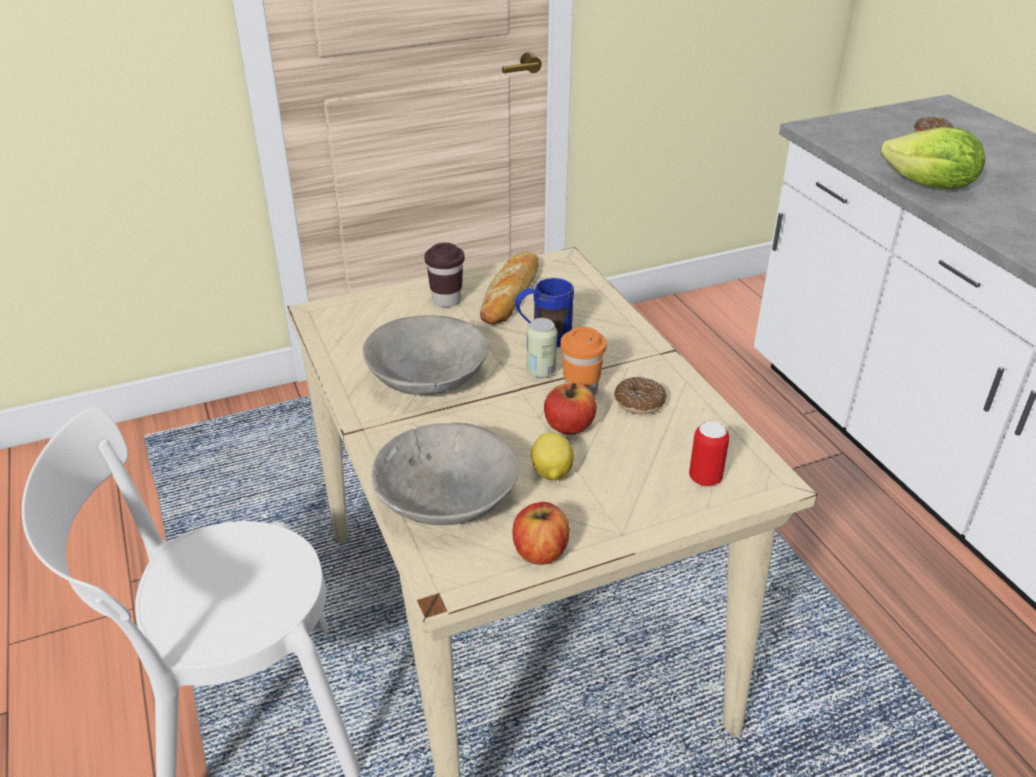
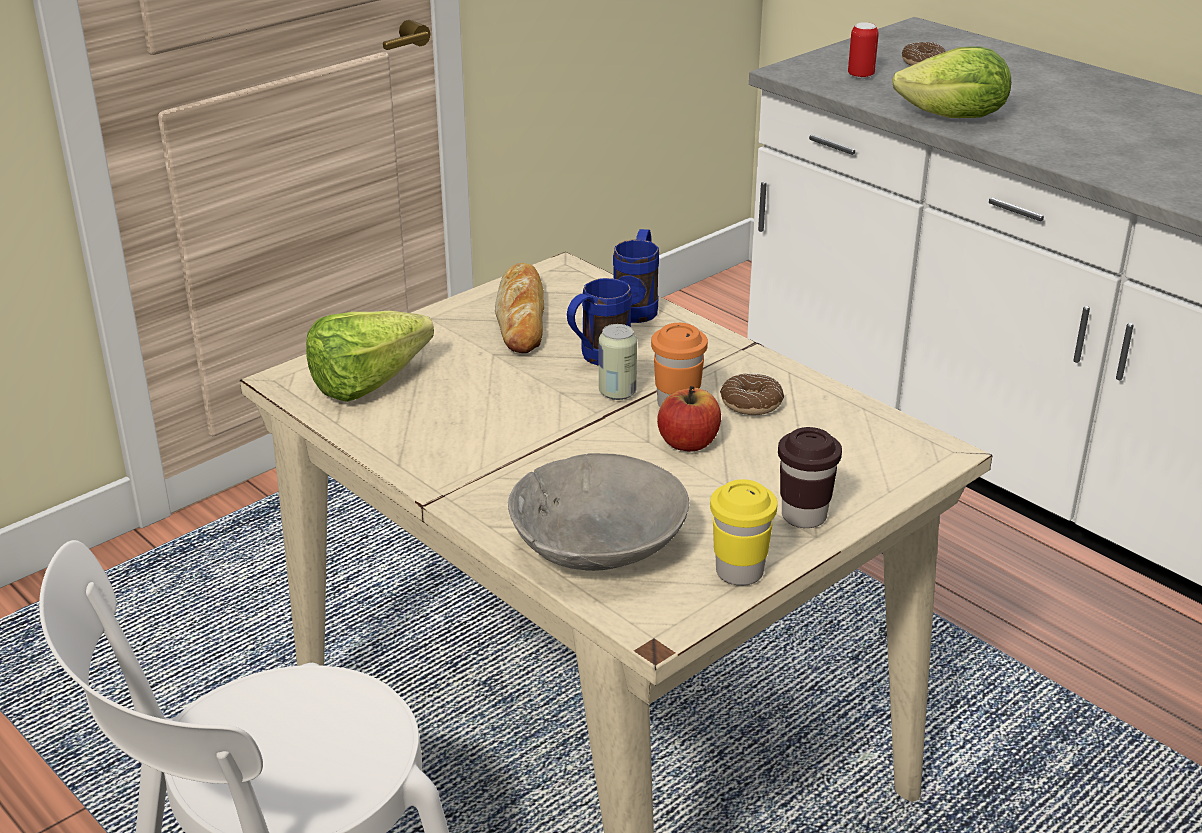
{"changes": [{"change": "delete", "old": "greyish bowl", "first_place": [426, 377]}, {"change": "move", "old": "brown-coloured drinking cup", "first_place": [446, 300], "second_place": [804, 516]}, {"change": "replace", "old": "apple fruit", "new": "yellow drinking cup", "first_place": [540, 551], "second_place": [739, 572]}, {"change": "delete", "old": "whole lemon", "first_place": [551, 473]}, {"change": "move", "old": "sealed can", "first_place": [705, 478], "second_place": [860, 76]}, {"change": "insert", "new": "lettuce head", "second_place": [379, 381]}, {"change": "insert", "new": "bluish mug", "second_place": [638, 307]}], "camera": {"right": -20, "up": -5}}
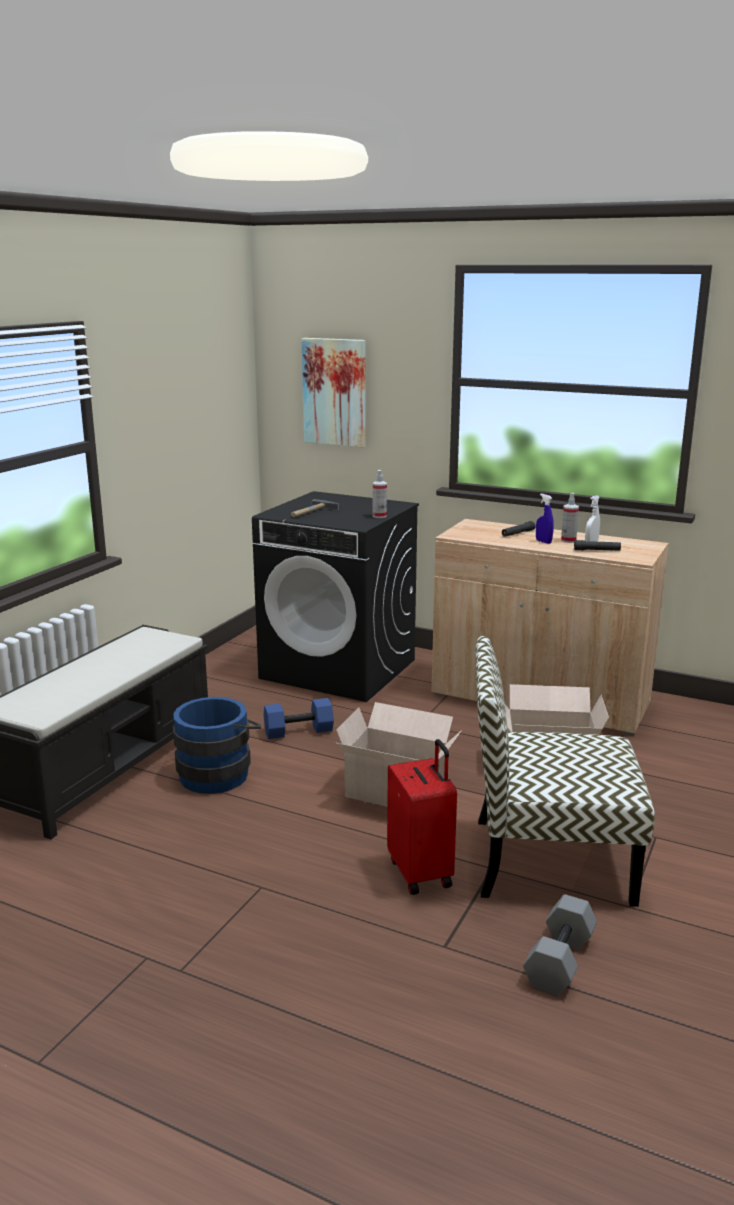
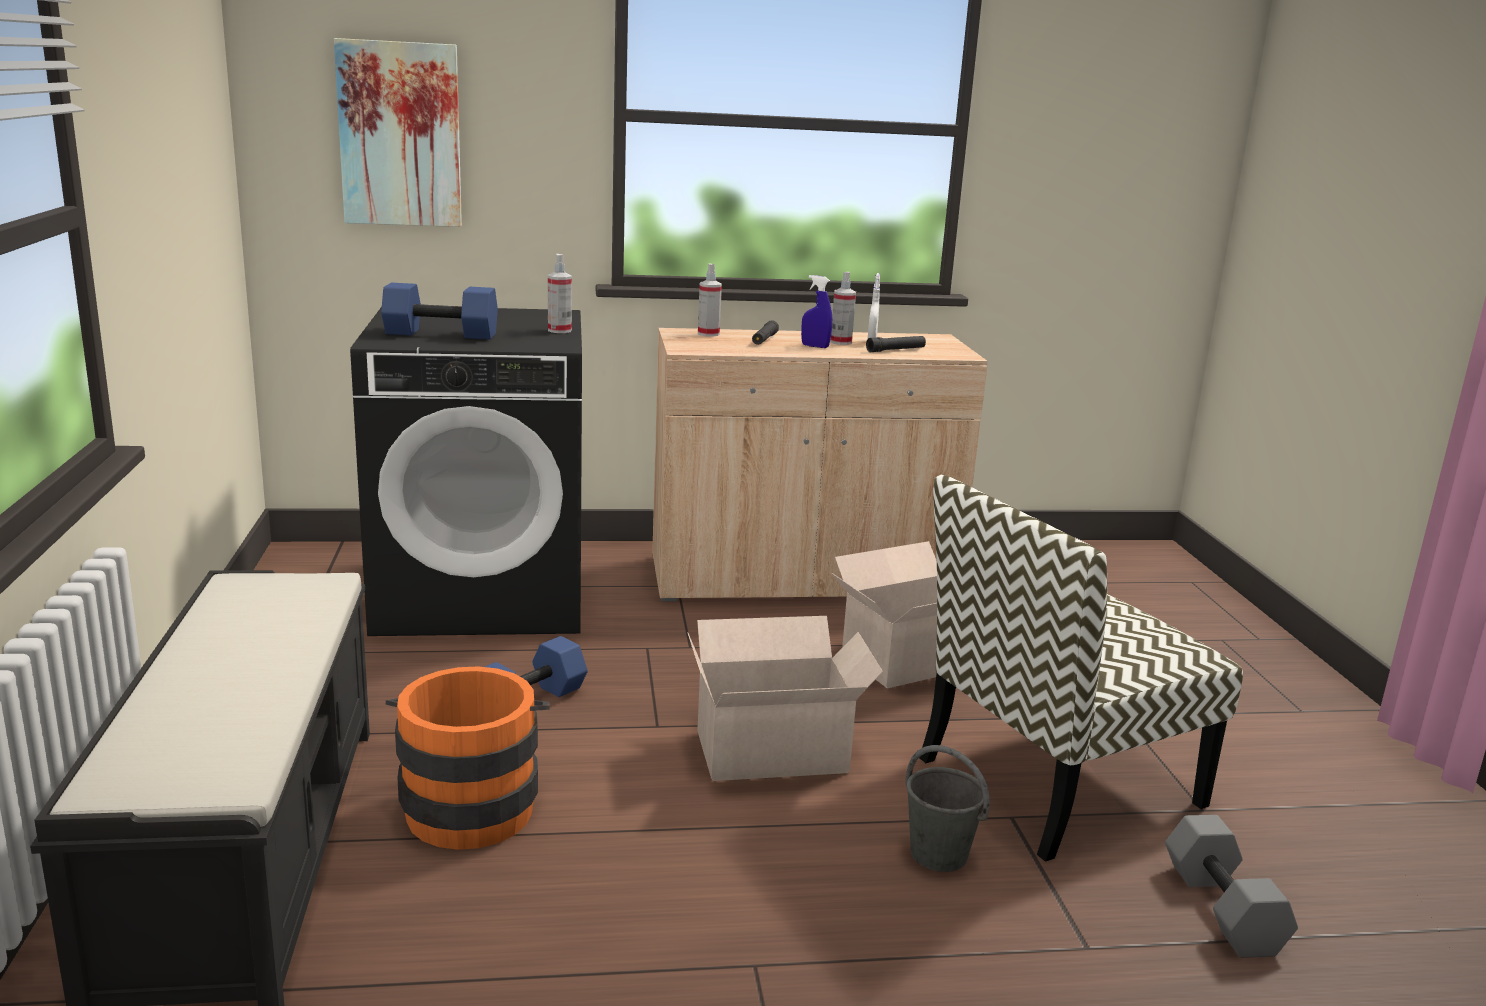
{"changes": [{"change": "recolor", "old": "bluish bucket", "new": "orange-coloured bucket", "first_place": [218, 772], "second_place": [471, 804]}, {"change": "replace", "old": "hand hammer", "new": "bluish free weight", "first_place": [311, 512], "second_place": [442, 334]}, {"change": "replace", "old": "red travel case", "new": "greyish bucket", "first_place": [422, 872], "second_place": [939, 855]}, {"change": "insert", "new": "hand sprayer", "second_place": [708, 334]}], "camera": {"right": -35, "up": 0}}
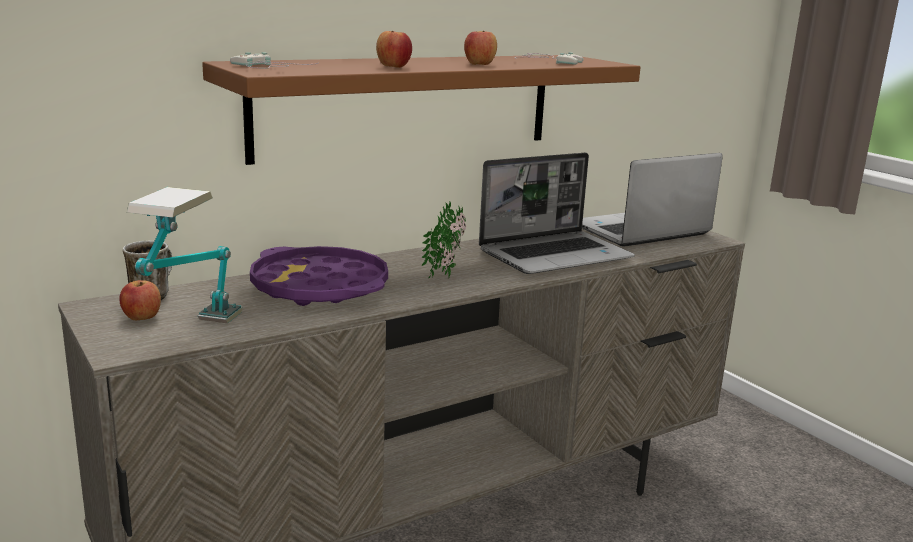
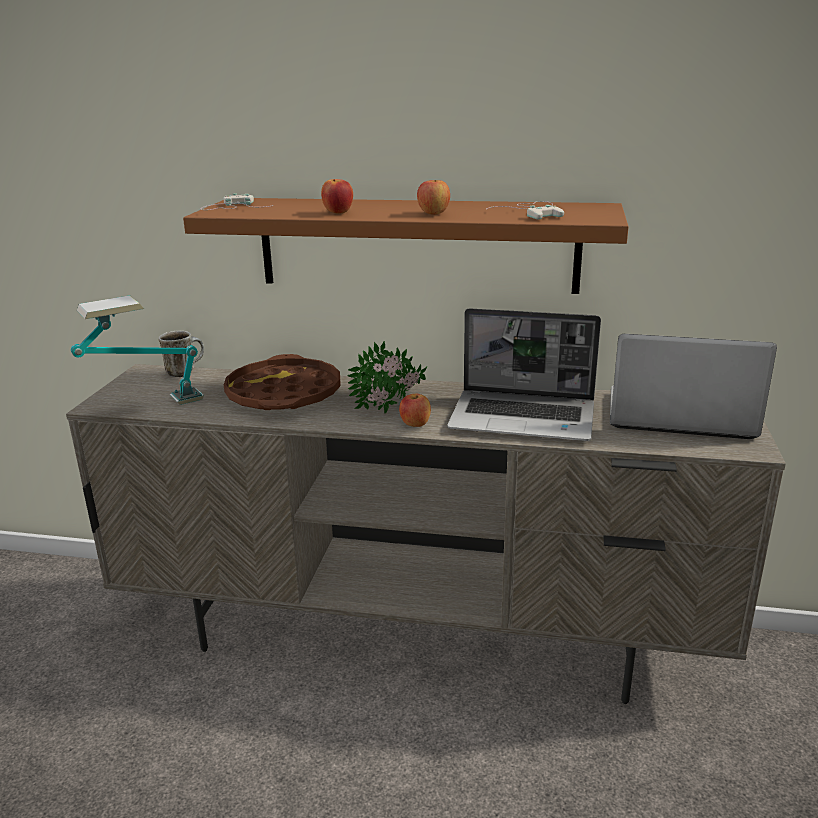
{"changes": [{"change": "move", "old": "apple fruit", "first_place": [141, 318], "second_place": [415, 424]}, {"change": "recolor", "old": "purplish tray", "new": "brown-coloured tray", "first_place": [319, 287], "second_place": [283, 394]}], "camera": {"right": 45, "up": 5}}
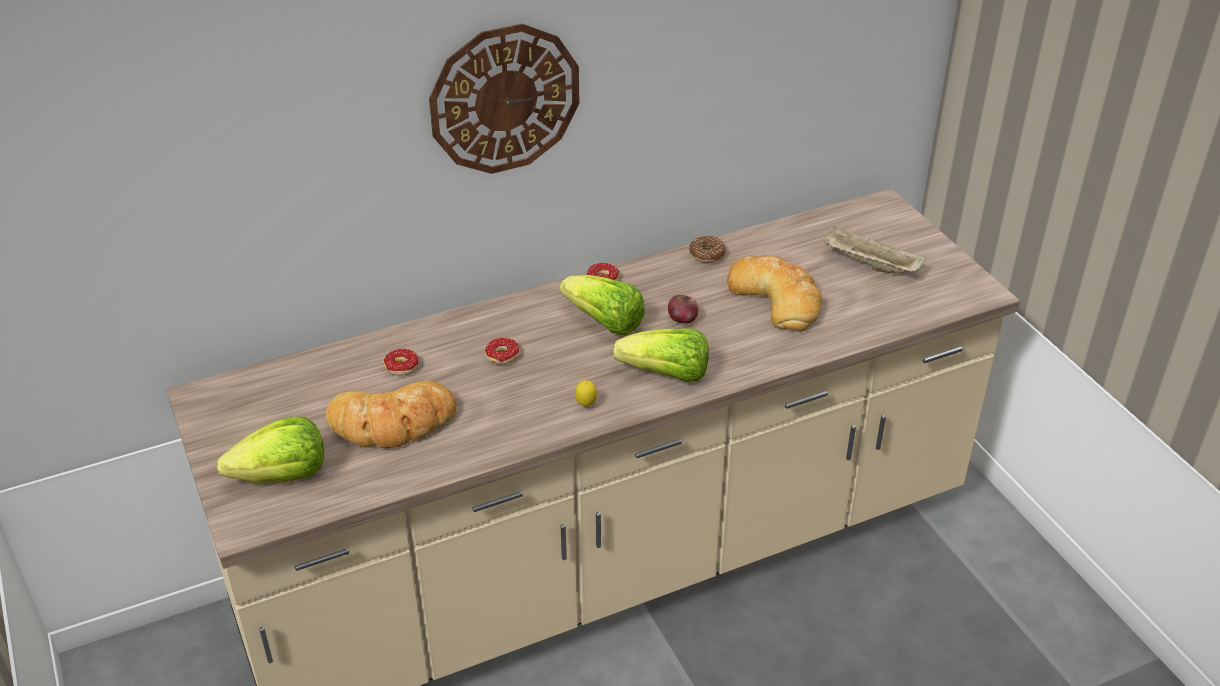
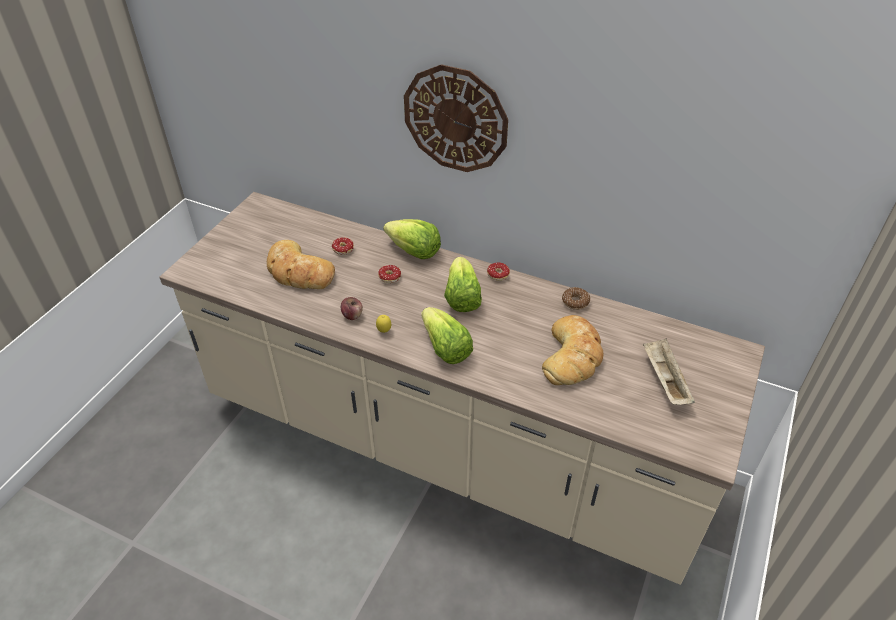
{"changes": [{"change": "move", "old": "lettuce head", "first_place": [282, 476], "second_place": [413, 251]}, {"change": "move", "old": "apple fruit", "first_place": [682, 319], "second_place": [352, 315]}], "camera": {"right": 50, "up": 5}}
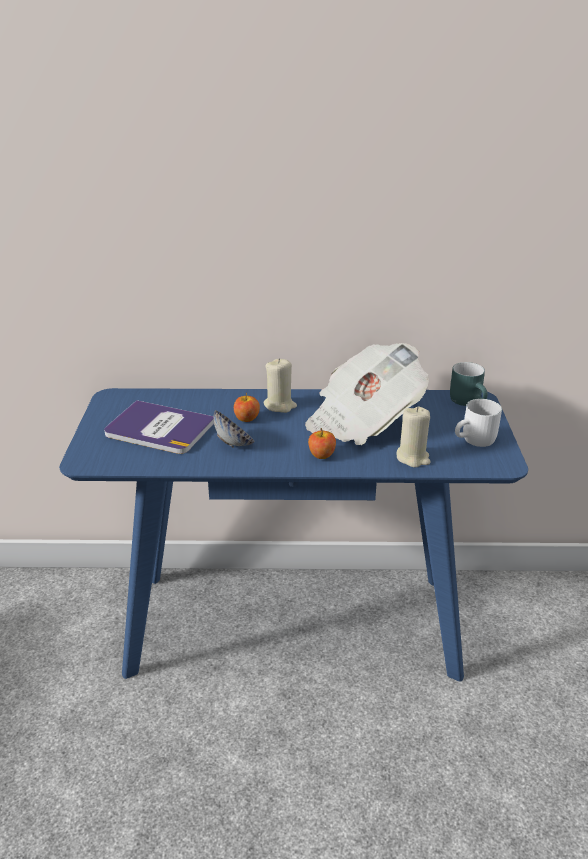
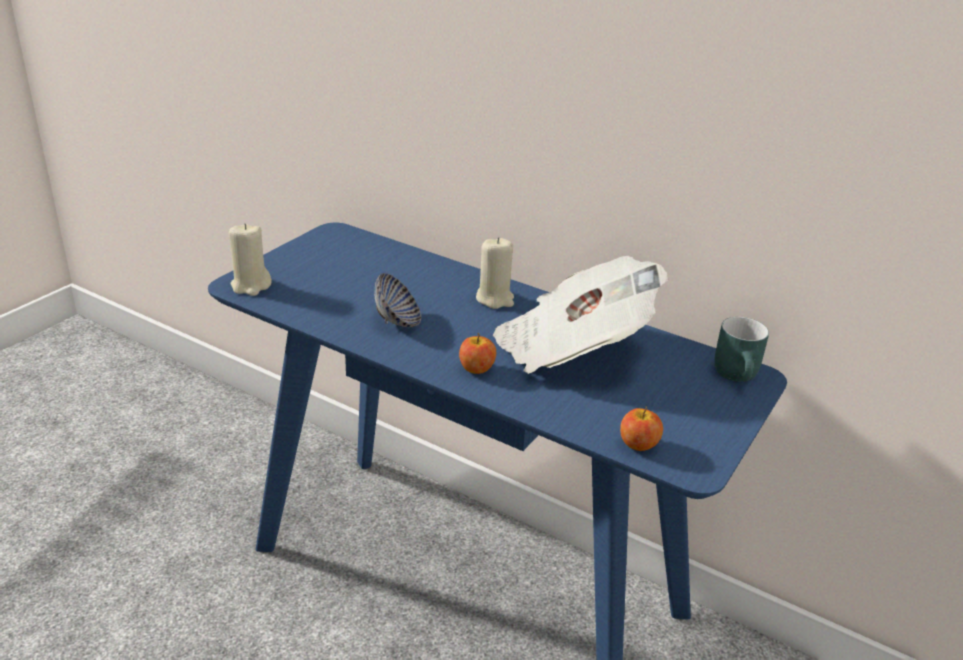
{"changes": [{"change": "delete", "old": "volume", "first_place": [159, 429]}, {"change": "move", "old": "apple fruit", "first_place": [247, 419], "second_place": [638, 444]}, {"change": "move", "old": "beige wax light", "first_place": [413, 458], "second_place": [251, 285]}, {"change": "delete", "old": "white-coloured mug", "first_place": [476, 442]}], "camera": {"right": 30, "up": 0}}
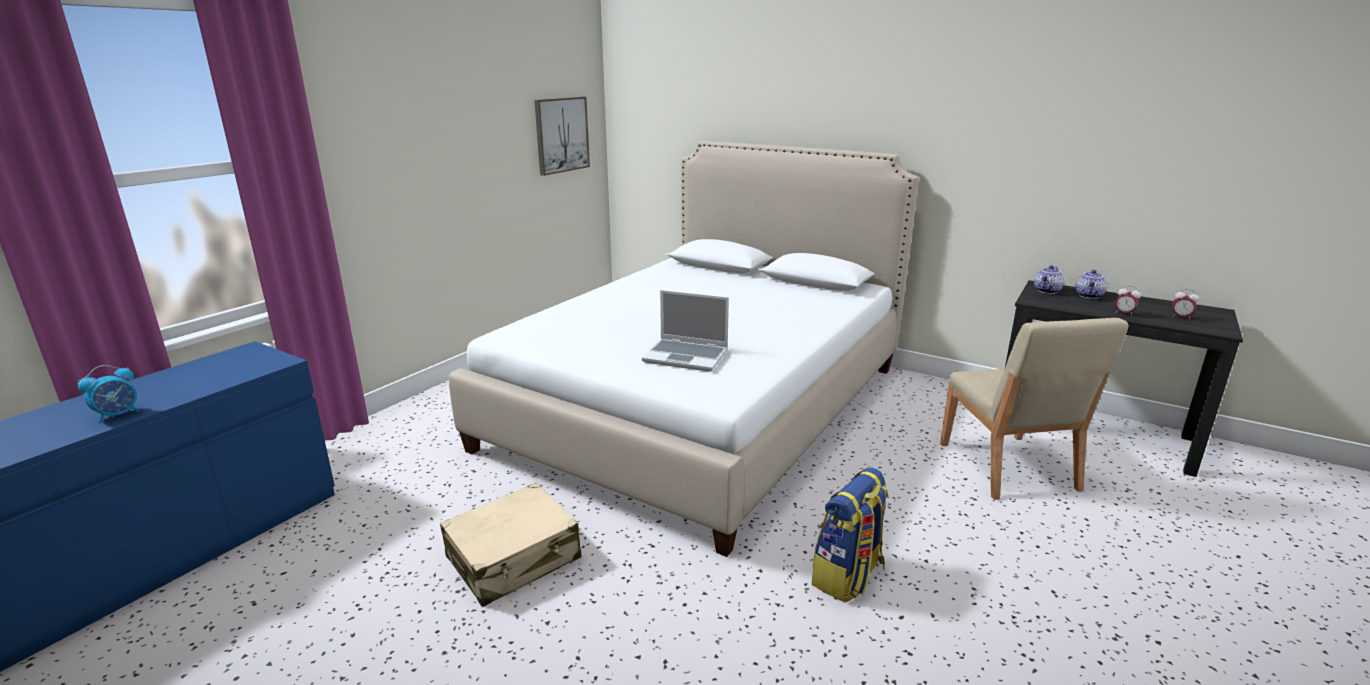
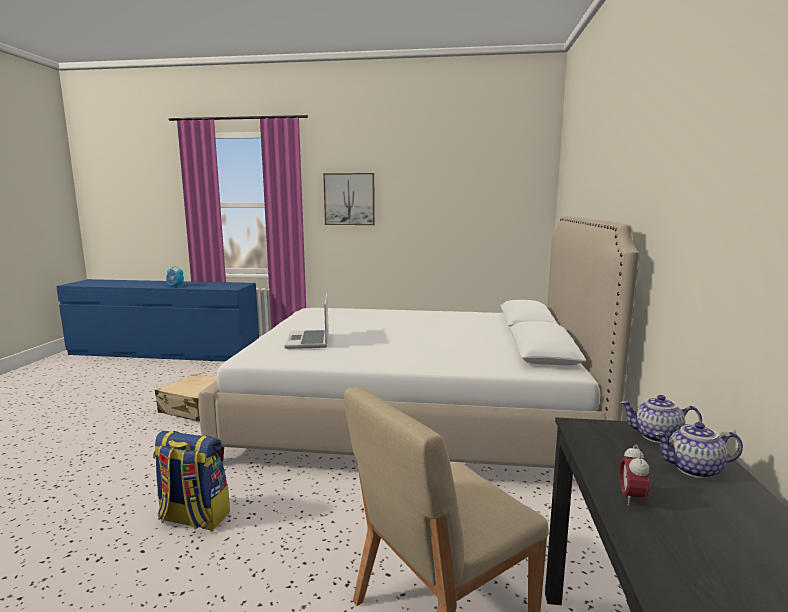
{"changes": [{"change": "move", "old": "picture", "first_place": [561, 135], "second_place": [349, 199]}, {"change": "delete", "old": "bedside clock", "first_place": [1180, 317]}], "camera": {"right": 65, "up": -10}}
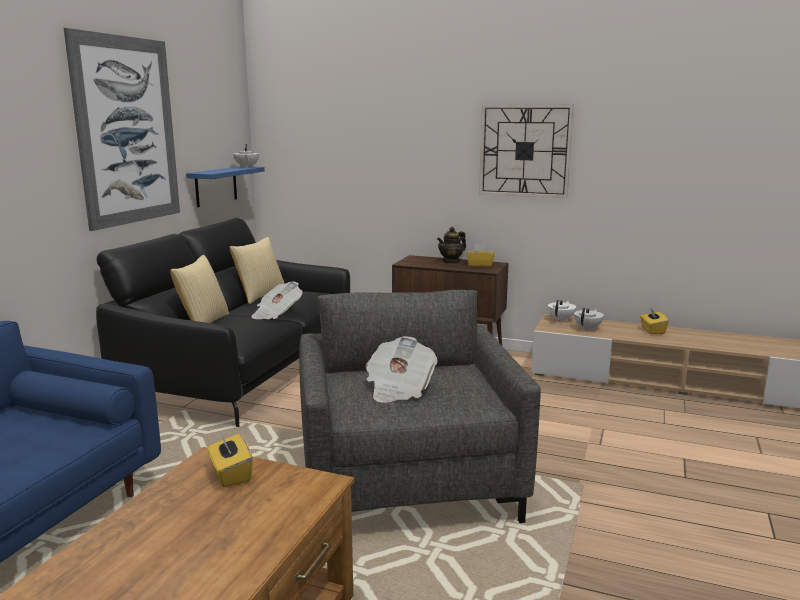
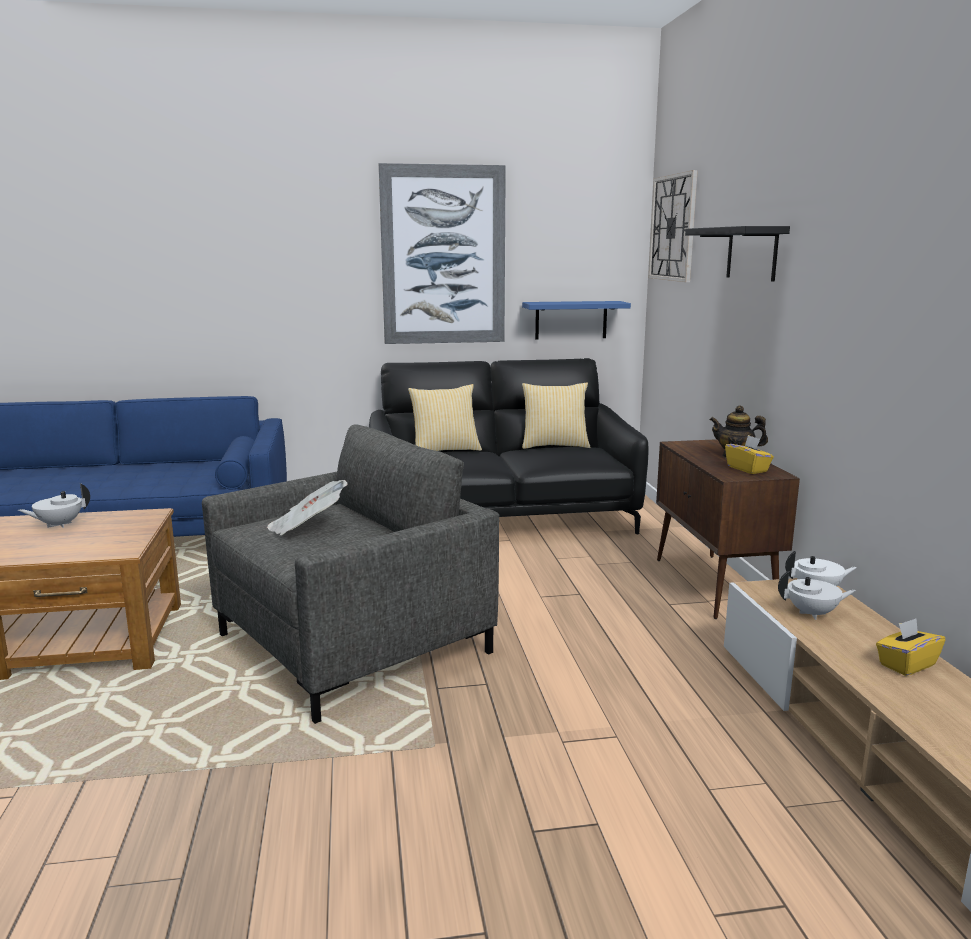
{"changes": [{"change": "delete", "old": "yellow tissue holder", "first_place": [230, 475]}, {"change": "move", "old": "white-coloured teapot", "first_place": [246, 167], "second_place": [59, 525]}, {"change": "delete", "old": "daily paper", "first_place": [277, 314]}, {"change": "move", "old": "hanging clock", "first_place": [524, 151], "second_place": [673, 228]}, {"change": "insert", "new": "blackish wall shelf", "second_place": [752, 253]}], "camera": {"right": 60, "up": 0}}
